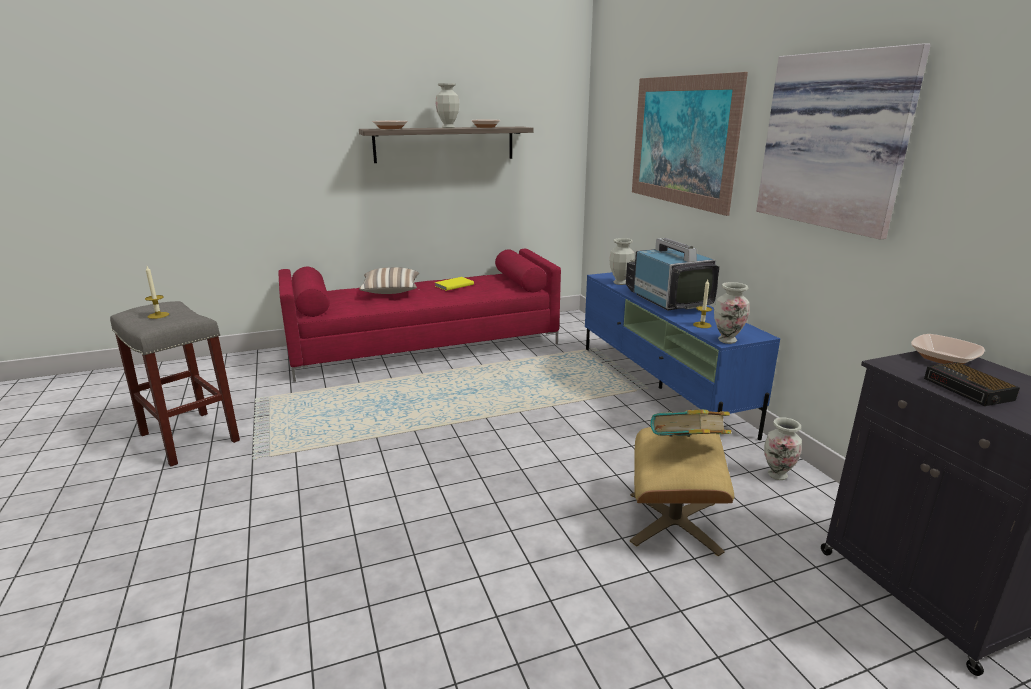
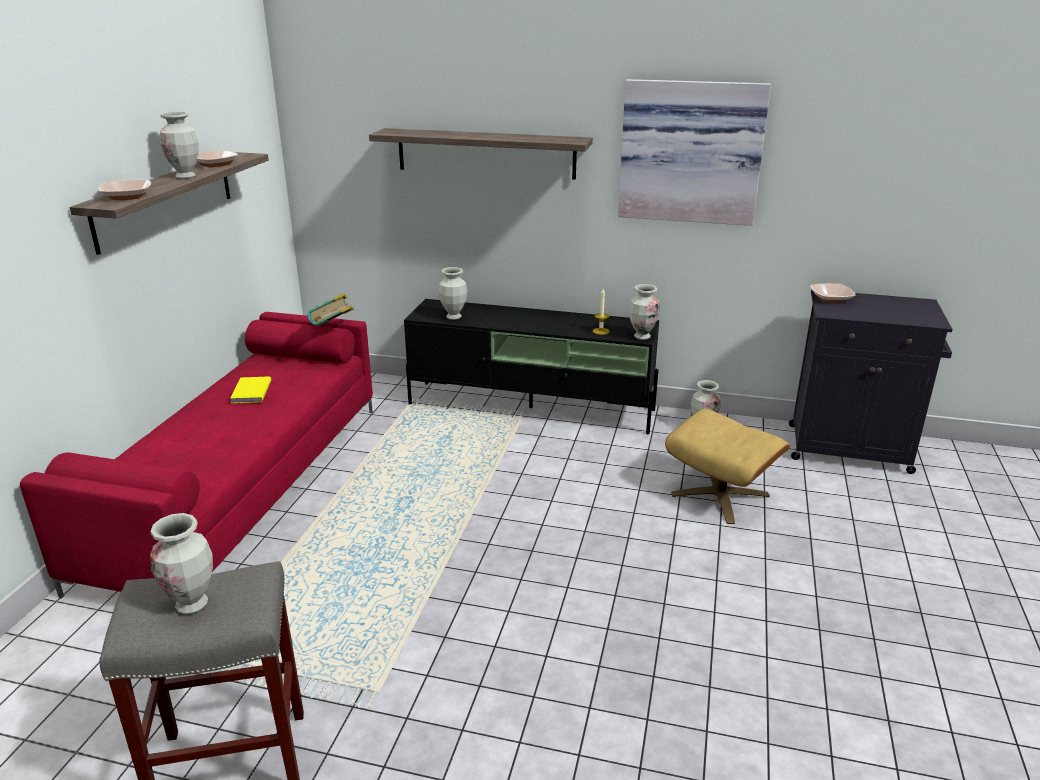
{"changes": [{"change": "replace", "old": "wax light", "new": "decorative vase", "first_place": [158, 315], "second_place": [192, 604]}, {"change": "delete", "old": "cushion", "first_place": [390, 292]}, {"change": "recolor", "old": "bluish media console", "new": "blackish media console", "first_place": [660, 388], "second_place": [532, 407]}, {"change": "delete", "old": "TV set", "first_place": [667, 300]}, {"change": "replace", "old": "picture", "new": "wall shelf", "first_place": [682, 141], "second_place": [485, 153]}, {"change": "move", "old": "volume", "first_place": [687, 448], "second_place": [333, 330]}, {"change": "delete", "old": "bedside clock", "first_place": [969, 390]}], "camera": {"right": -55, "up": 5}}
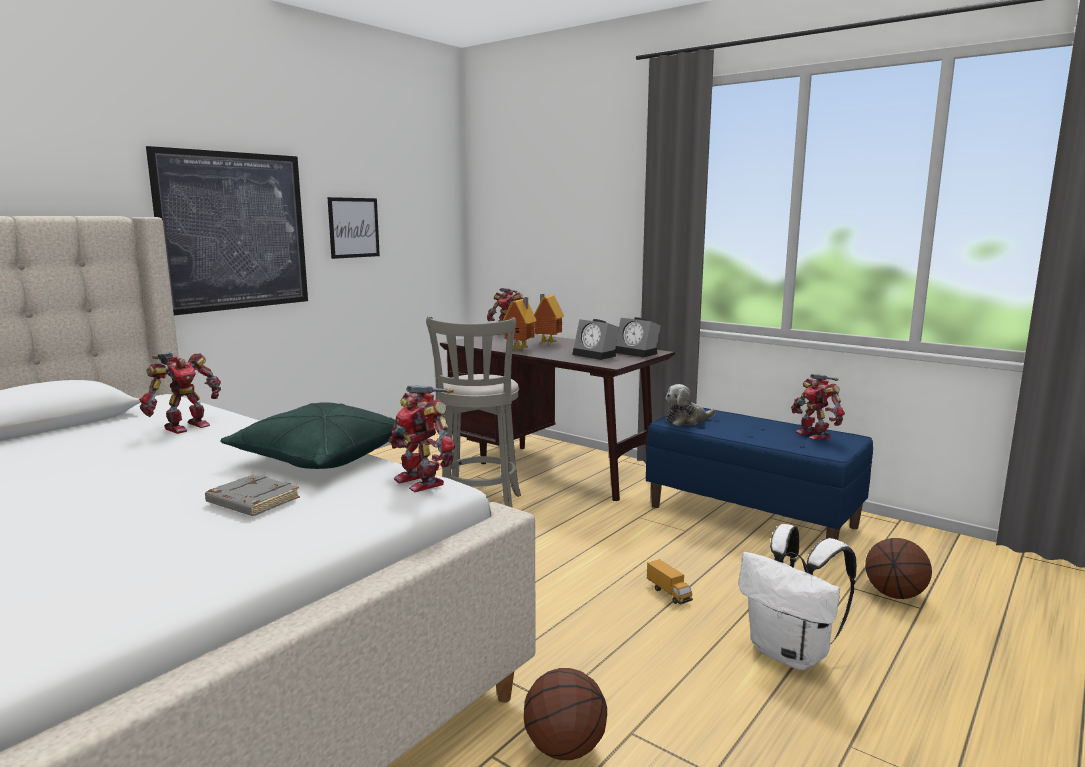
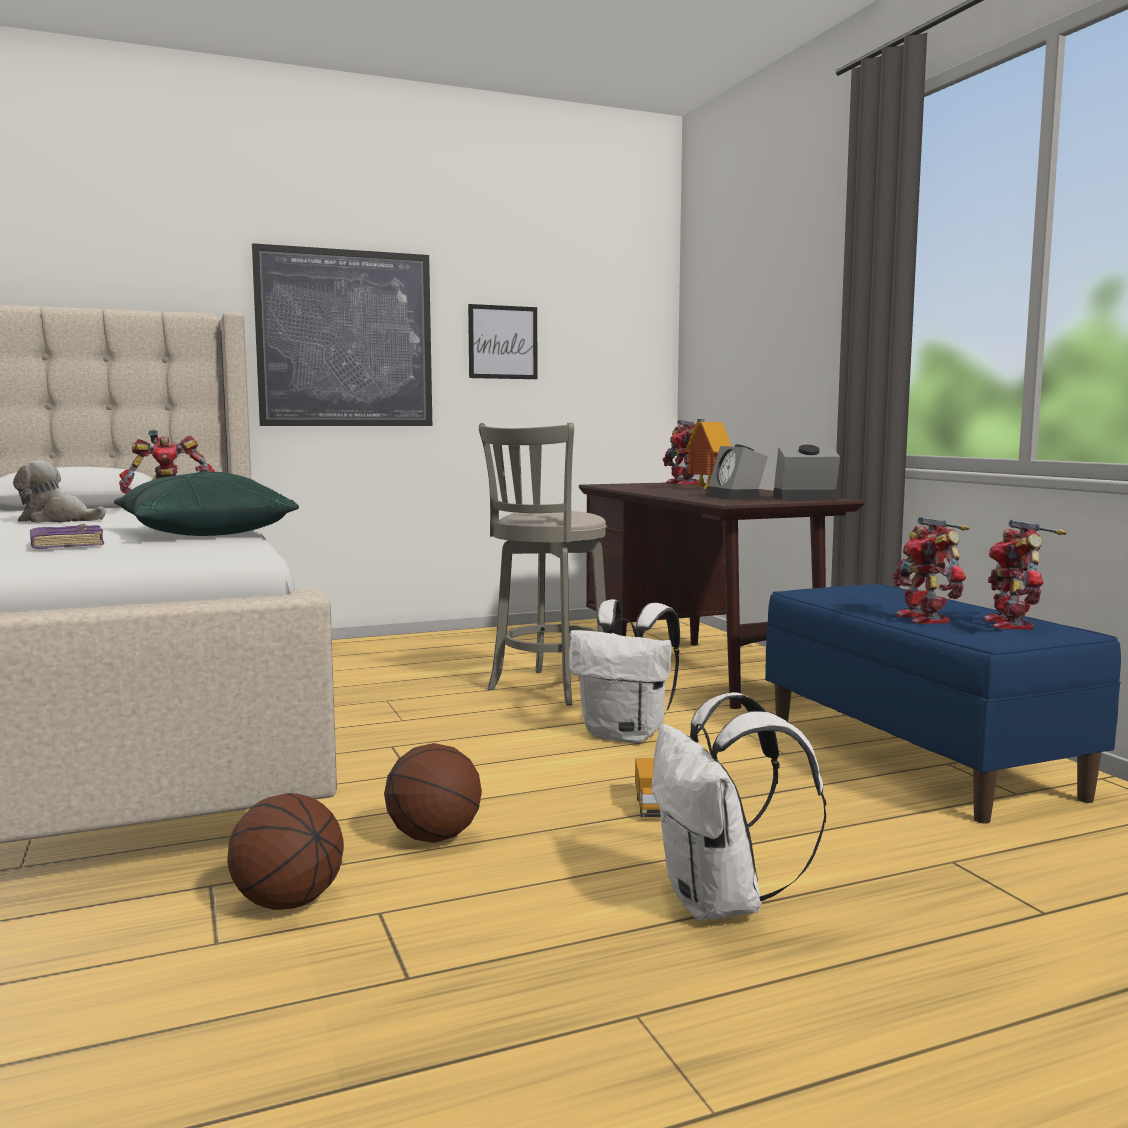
{"changes": [{"change": "recolor", "old": "greyish volume", "new": "purplish volume", "first_place": [251, 502], "second_place": [65, 545]}, {"change": "move", "old": "model robot", "first_place": [422, 481], "second_place": [926, 618]}, {"change": "delete", "old": "toy house", "first_place": [521, 349]}, {"change": "rotate", "old": "bedside clock", "first_place": [637, 353], "second_place": [803, 498], "degrees": 105}, {"change": "move", "old": "plush toy", "first_place": [687, 420], "second_place": [57, 520]}, {"change": "move", "old": "basketball", "first_place": [894, 594], "second_place": [435, 837]}, {"change": "insert", "new": "white-coloured knapsack", "second_place": [626, 735]}], "camera": {"right": 30, "up": -5}}
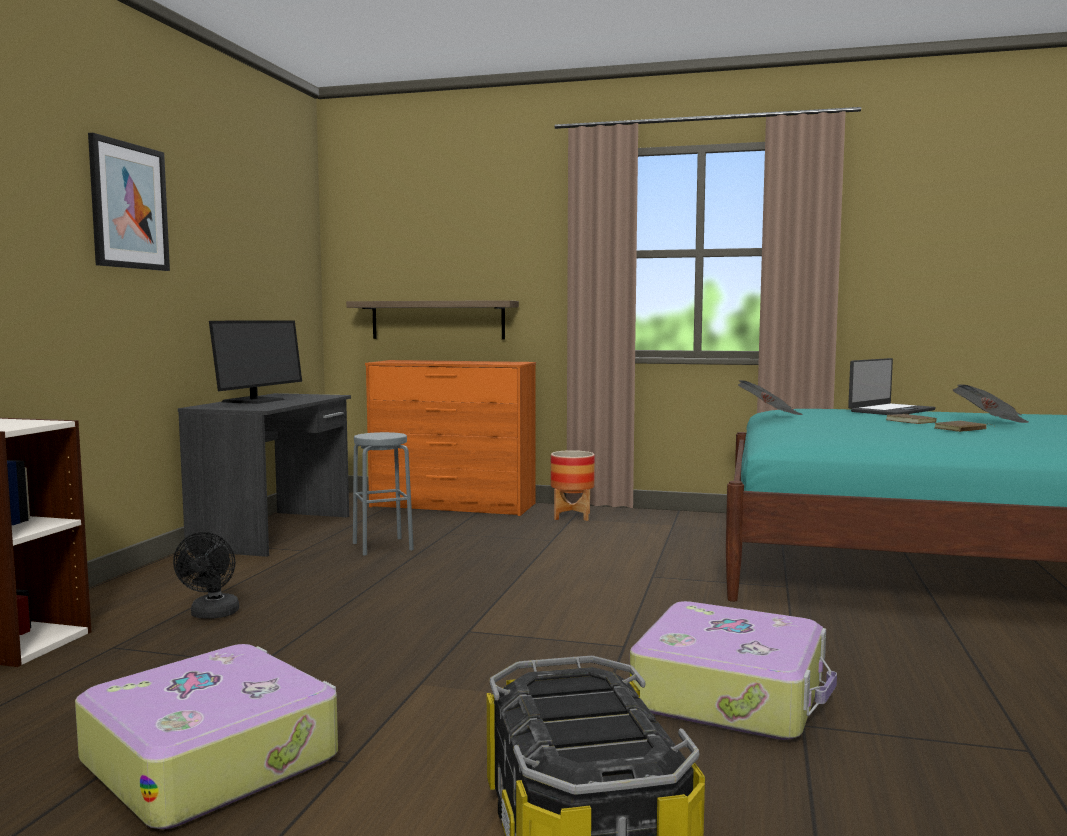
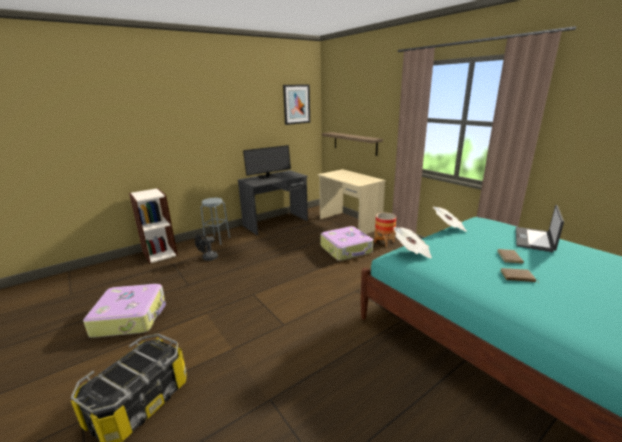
{"changes": [{"change": "move", "old": "picture", "first_place": [128, 206], "second_place": [296, 104]}, {"change": "move", "old": "greyish sitting stool", "first_place": [382, 546], "second_place": [217, 240]}, {"change": "replace", "old": "orange-coloured drawer chest", "new": "beige desk", "first_place": [452, 506], "second_place": [349, 223]}, {"change": "move", "old": "travel case", "first_place": [731, 693], "second_place": [346, 249]}, {"change": "rotate", "old": "notebook computer", "first_place": [890, 410], "second_place": [534, 239], "degrees": 120}, {"change": "move", "old": "daily paper", "first_place": [990, 422], "second_place": [412, 251]}], "camera": {"right": 40, "up": 15}}
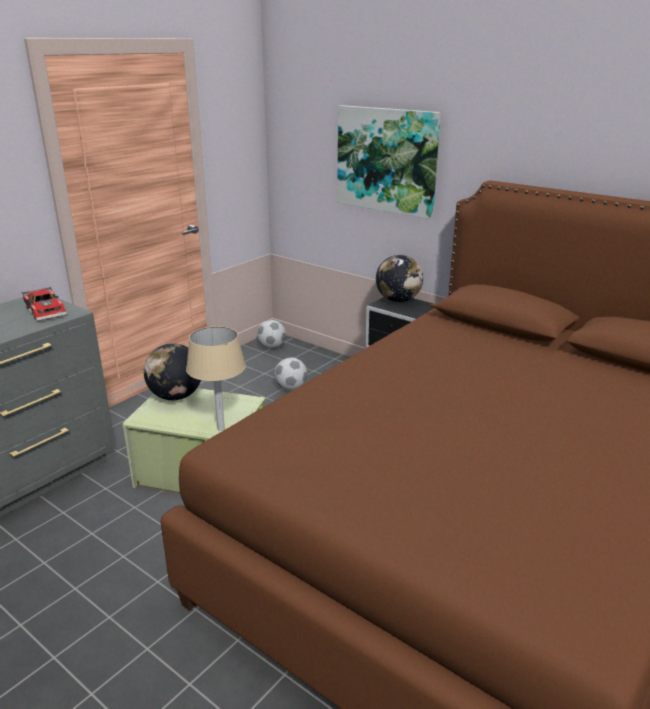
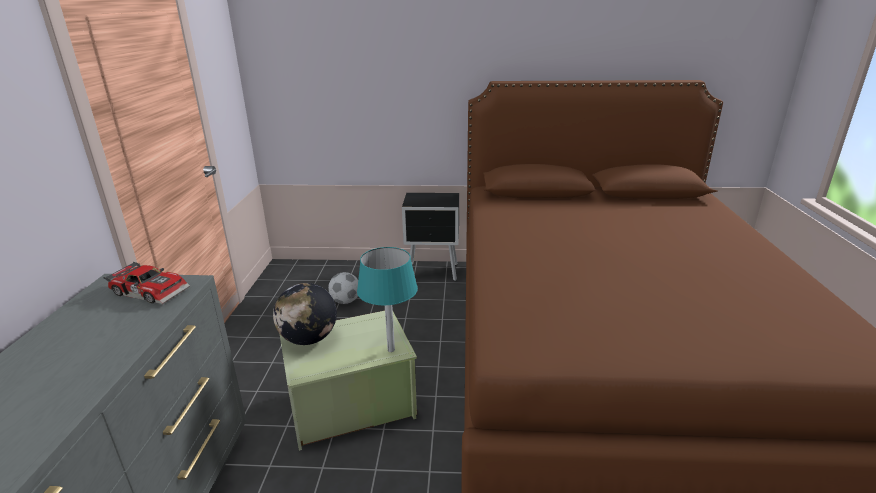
{"changes": [{"change": "recolor", "old": "beige lamp for a table", "new": "blue-green lamp for a table", "first_place": [221, 429], "second_place": [391, 349]}, {"change": "delete", "old": "football ball", "first_place": [272, 347]}, {"change": "delete", "old": "picture", "first_place": [387, 160]}, {"change": "delete", "old": "desk globe", "first_place": [398, 300]}], "camera": {"right": -35, "up": 0}}
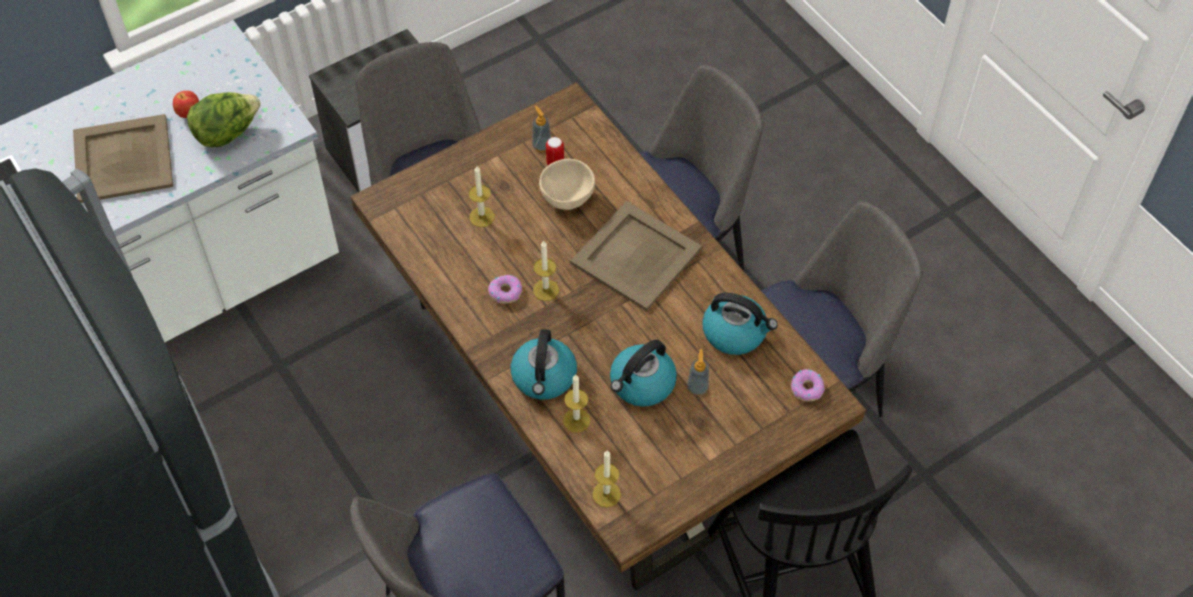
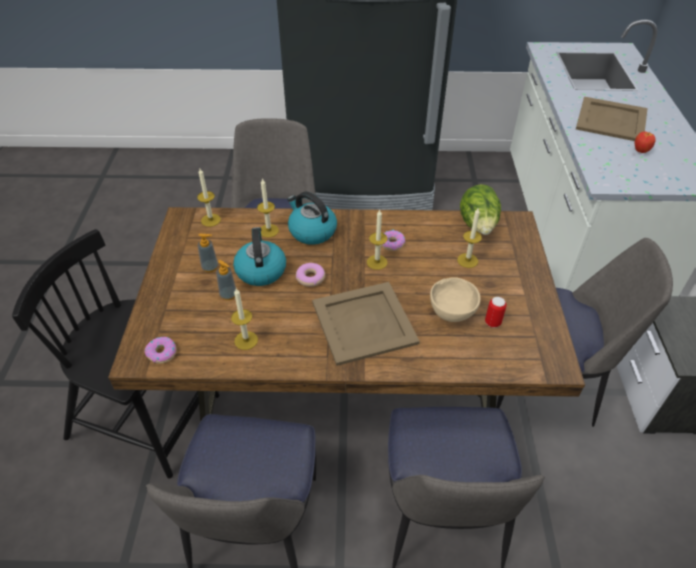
{"changes": [{"change": "move", "old": "lettuce head", "first_place": [227, 133], "second_place": [478, 226]}, {"change": "move", "old": "liquid soap bottle", "first_place": [541, 145], "second_place": [210, 267]}, {"change": "replace", "old": "water kettle", "new": "wax light", "first_place": [735, 332], "second_place": [246, 340]}, {"change": "insert", "new": "doughnut", "second_place": [310, 278]}], "camera": {"right": 125, "up": -10}}
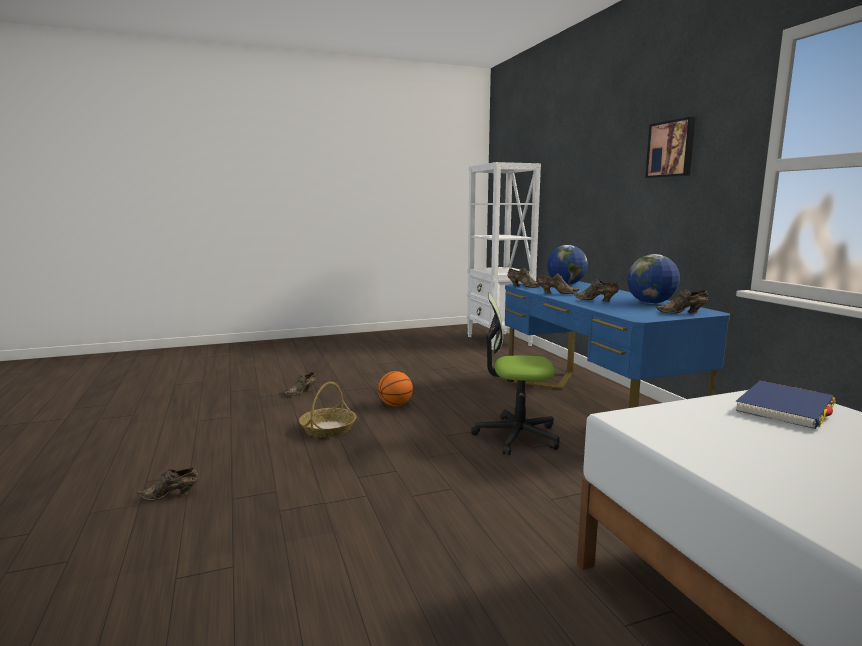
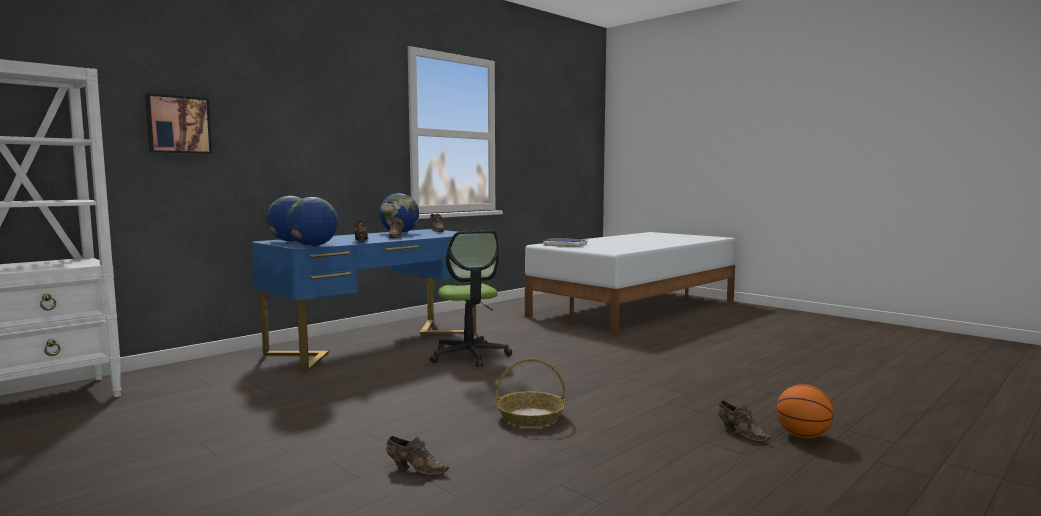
{"changes": [{"change": "move", "old": "basketball", "first_place": [395, 405], "second_place": [803, 436]}, {"change": "replace", "old": "brown-coloured item of footwear", "new": "desk globe", "first_place": [522, 286], "second_place": [313, 246]}, {"change": "move", "old": "picture", "first_place": [671, 149], "second_place": [178, 125]}], "camera": {"right": -115, "up": -5}}
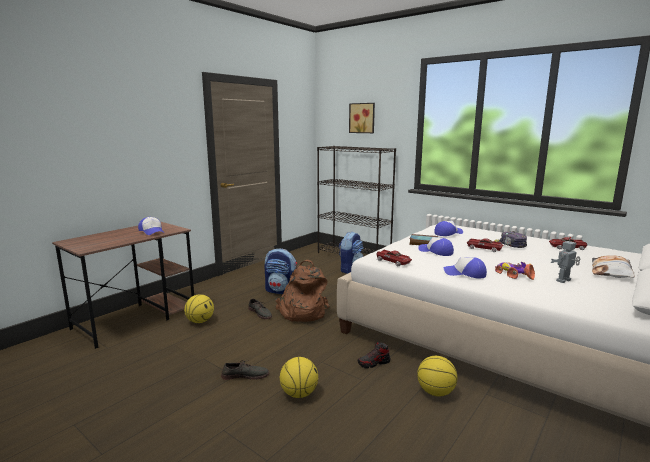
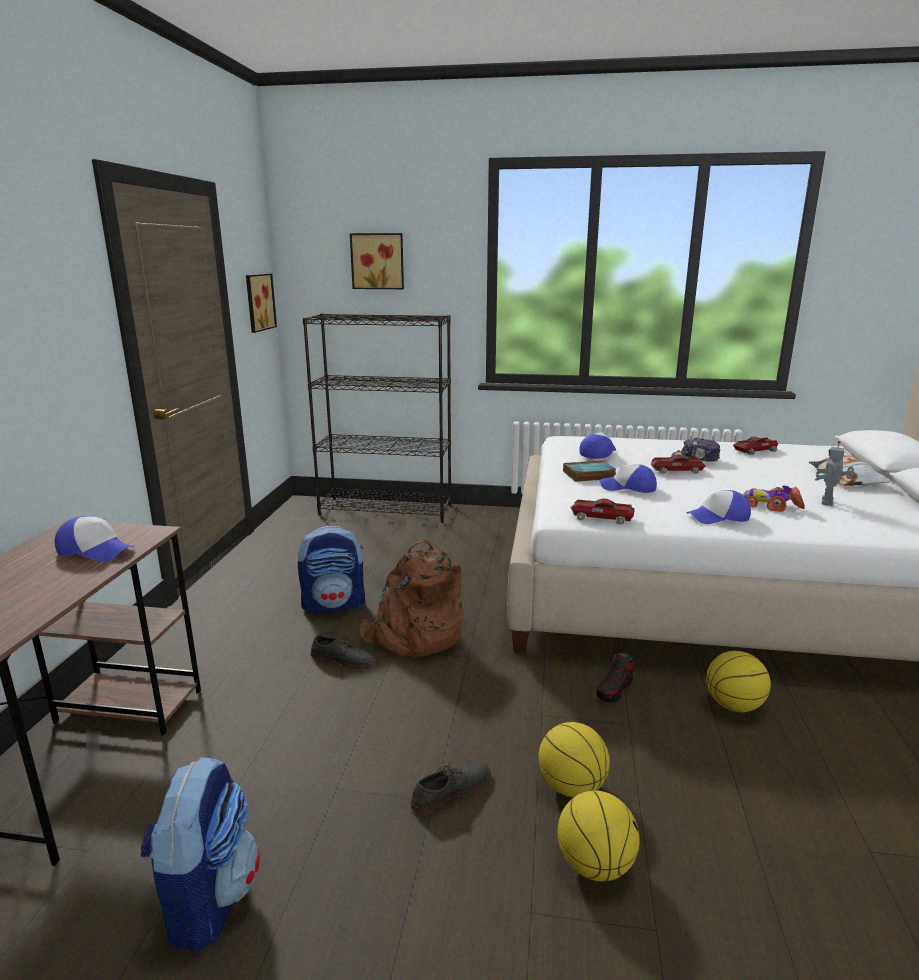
{"changes": [{"change": "move", "old": "basketball", "first_place": [200, 321], "second_place": [595, 864]}, {"change": "move", "old": "knapsack", "first_place": [350, 269], "second_place": [208, 898]}, {"change": "insert", "new": "picture", "second_place": [258, 302]}], "camera": {"right": -30, "up": 5}}
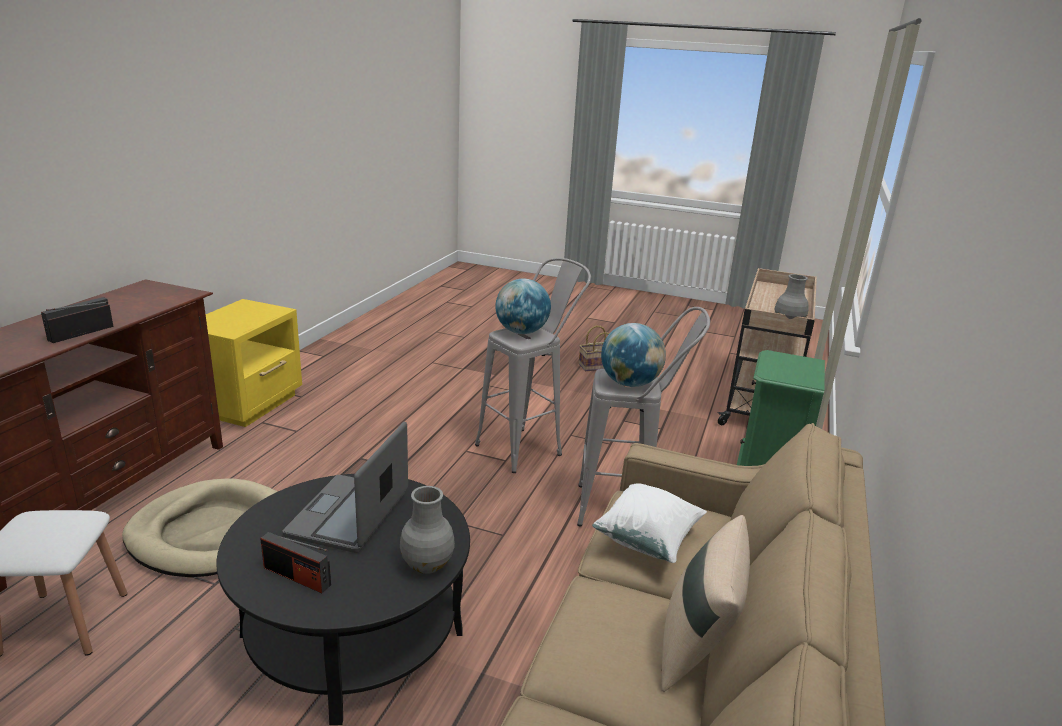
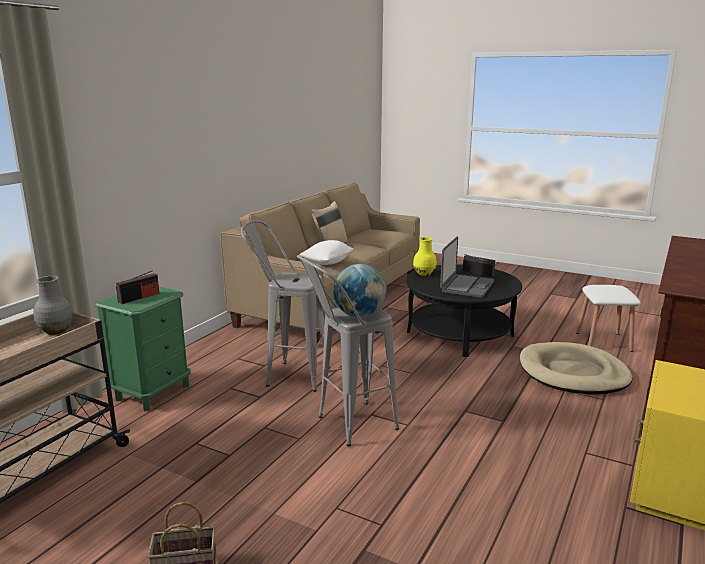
{"changes": [{"change": "move", "old": "radio receiver", "first_place": [81, 333], "second_place": [139, 297]}, {"change": "recolor", "old": "greyish decorative vase", "new": "yellow decorative vase", "first_place": [427, 564], "second_place": [424, 274]}, {"change": "delete", "old": "desk globe", "first_place": [630, 384]}], "camera": {"right": -170, "up": -5}}
